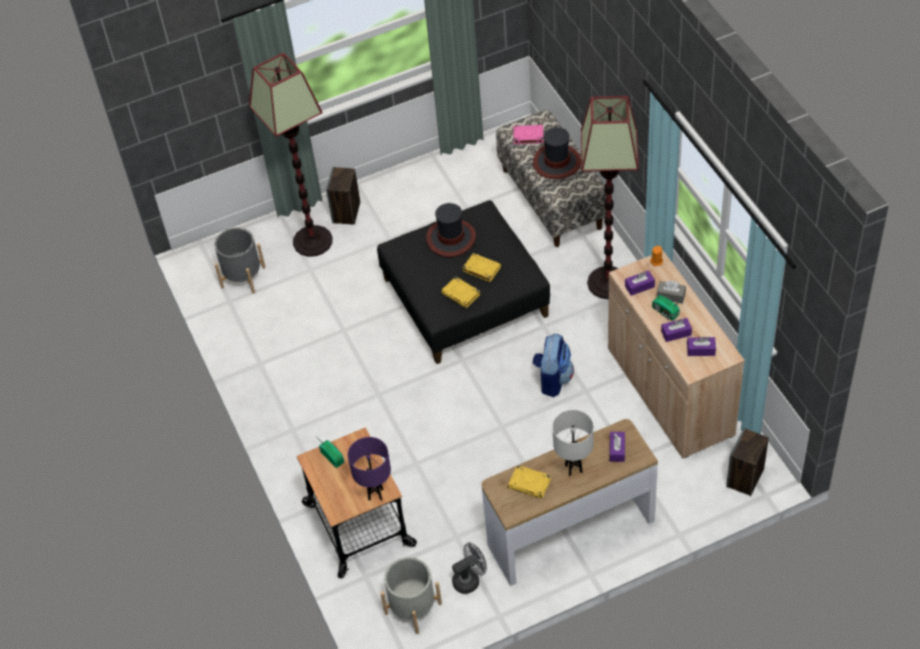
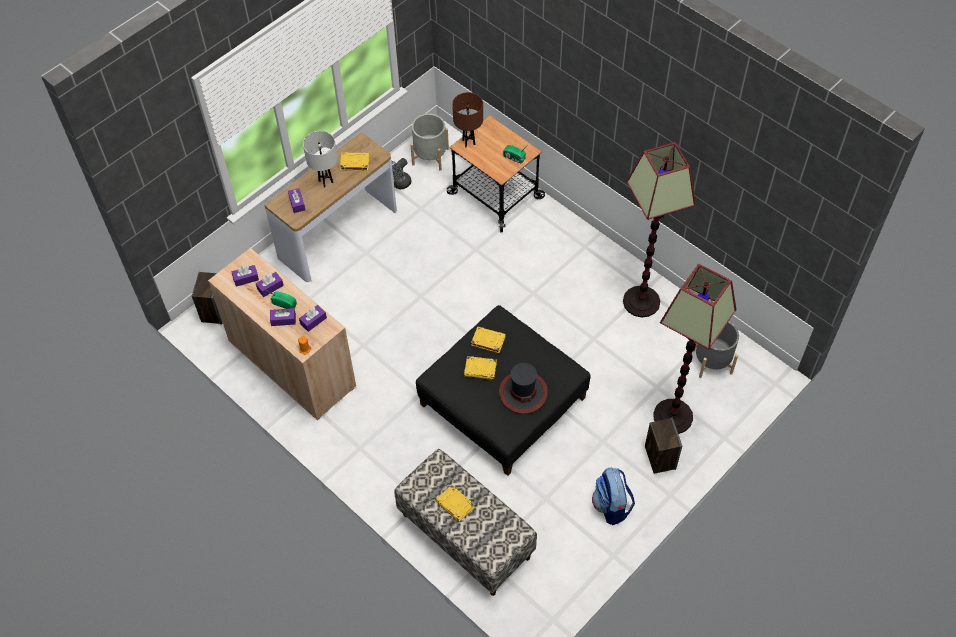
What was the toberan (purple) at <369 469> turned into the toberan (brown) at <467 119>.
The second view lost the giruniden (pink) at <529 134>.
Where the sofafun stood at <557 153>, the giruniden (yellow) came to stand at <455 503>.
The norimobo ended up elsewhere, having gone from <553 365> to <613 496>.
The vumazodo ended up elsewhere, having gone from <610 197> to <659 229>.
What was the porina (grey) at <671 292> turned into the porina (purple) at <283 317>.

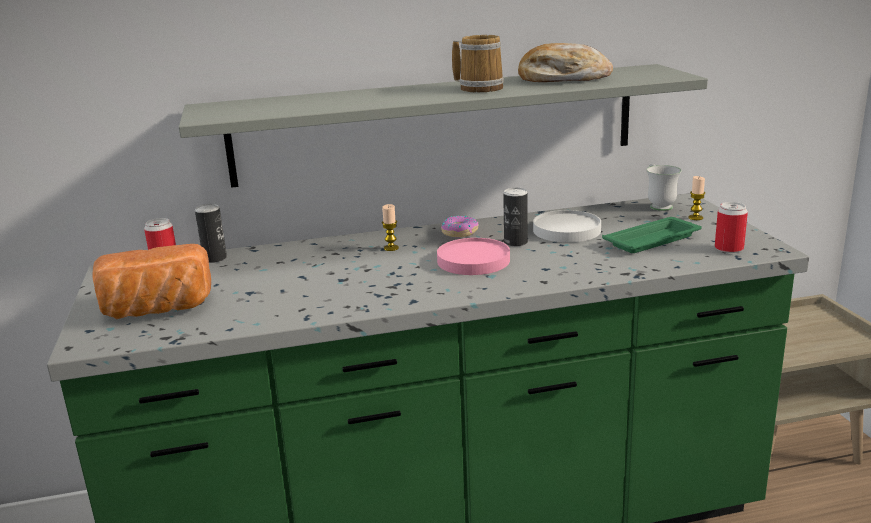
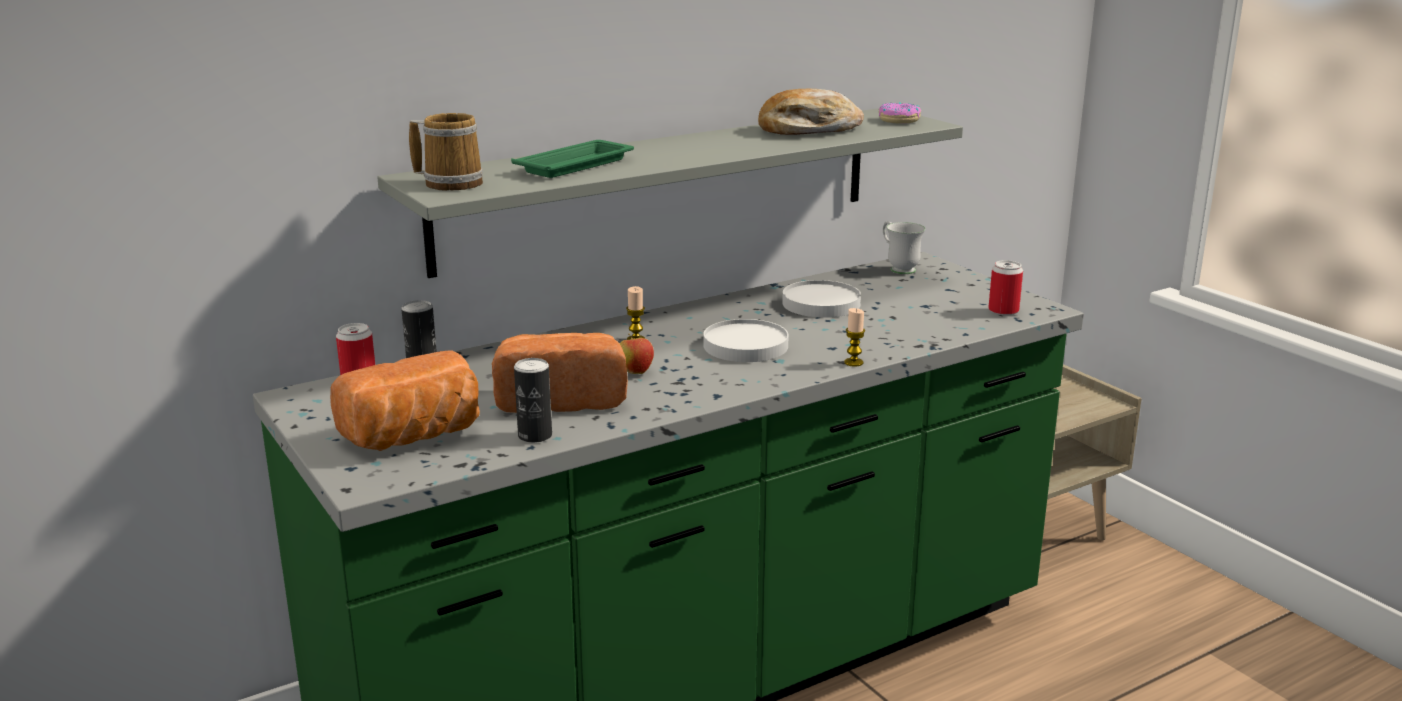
What was the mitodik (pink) at <473 256> turned into the mitodik (white) at <746 340>.
The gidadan ended up elsewhere, having gone from <460 226> to <900 113>.
The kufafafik ended up elsewhere, having gone from <478 63> to <446 152>.
The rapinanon ended up elsewhere, having gone from <515 217> to <533 400>.
The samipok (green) ended up elsewhere, having gone from <652 235> to <572 159>.
The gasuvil ended up elsewhere, having gone from <696 198> to <854 337>.
The second view gained the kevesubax at <560 373>.
The second view gained the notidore at <637 354>.

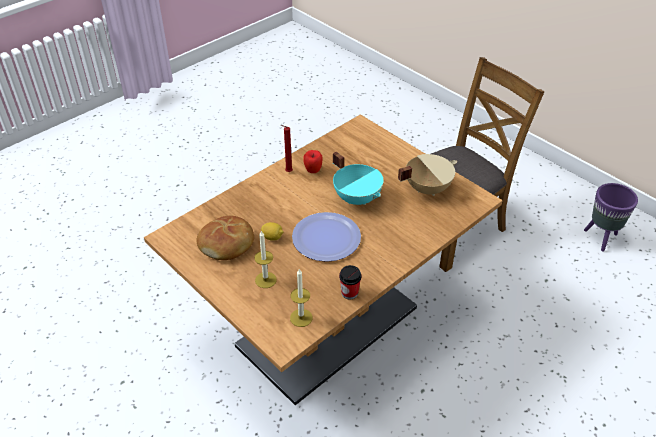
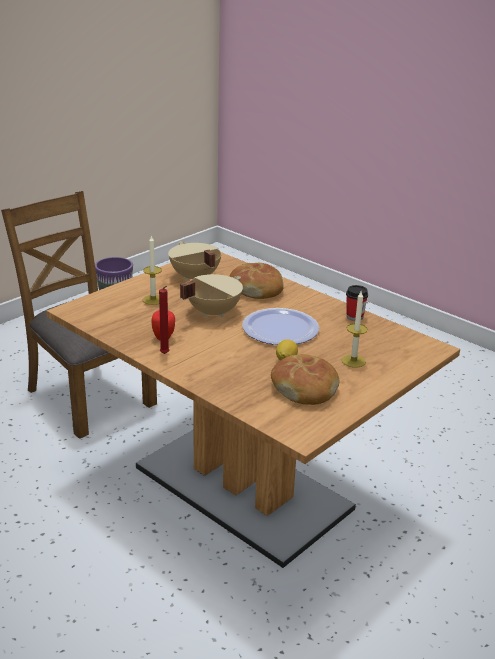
The gasuvil ended up elsewhere, having gone from <301 298> to <152 270>.
What was the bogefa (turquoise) at <358 178> turned into the bogefa (beige) at <211 295>.
The second view gained the kevesubax at <256 281>.

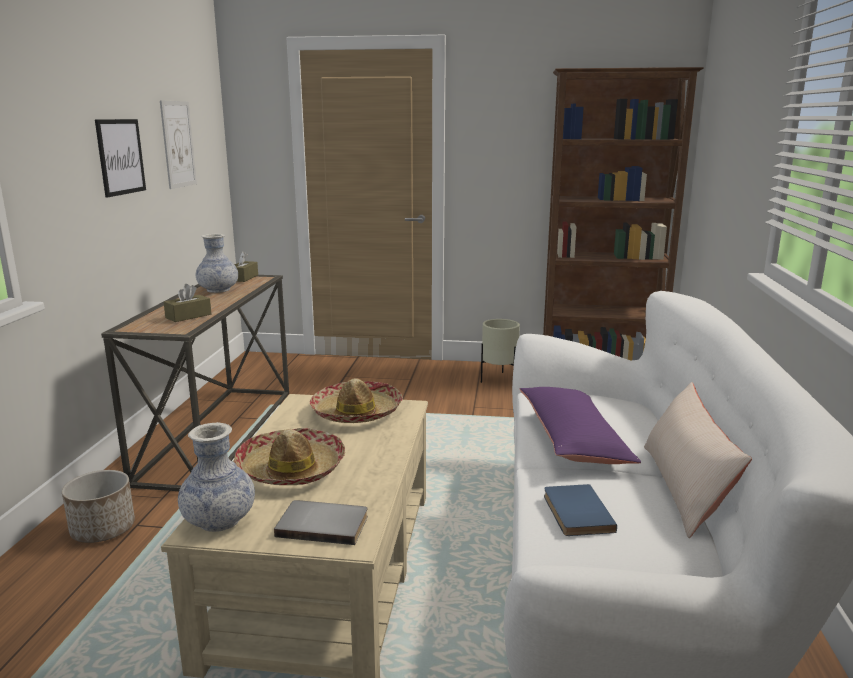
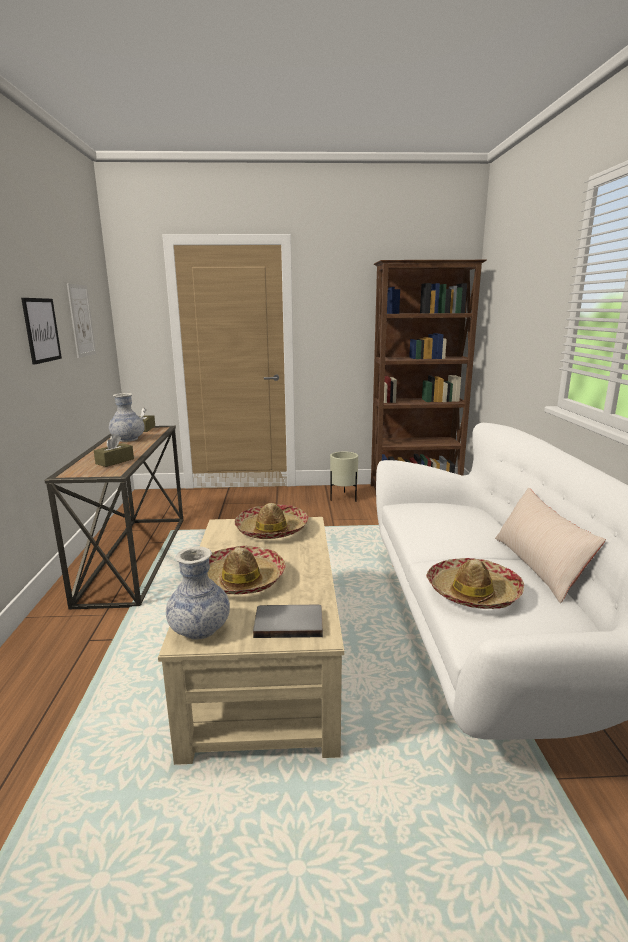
The second view lost the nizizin at <98 506>.
The second view lost the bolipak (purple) at <580 425>.
Where the giruniden (blue) stood at <580 510>, the sofafun came to stand at <475 583>.

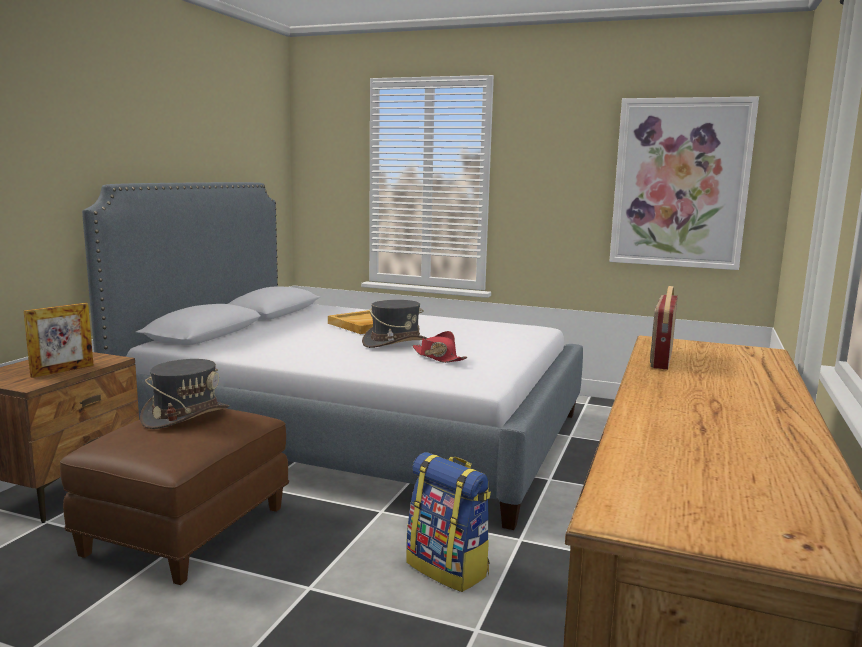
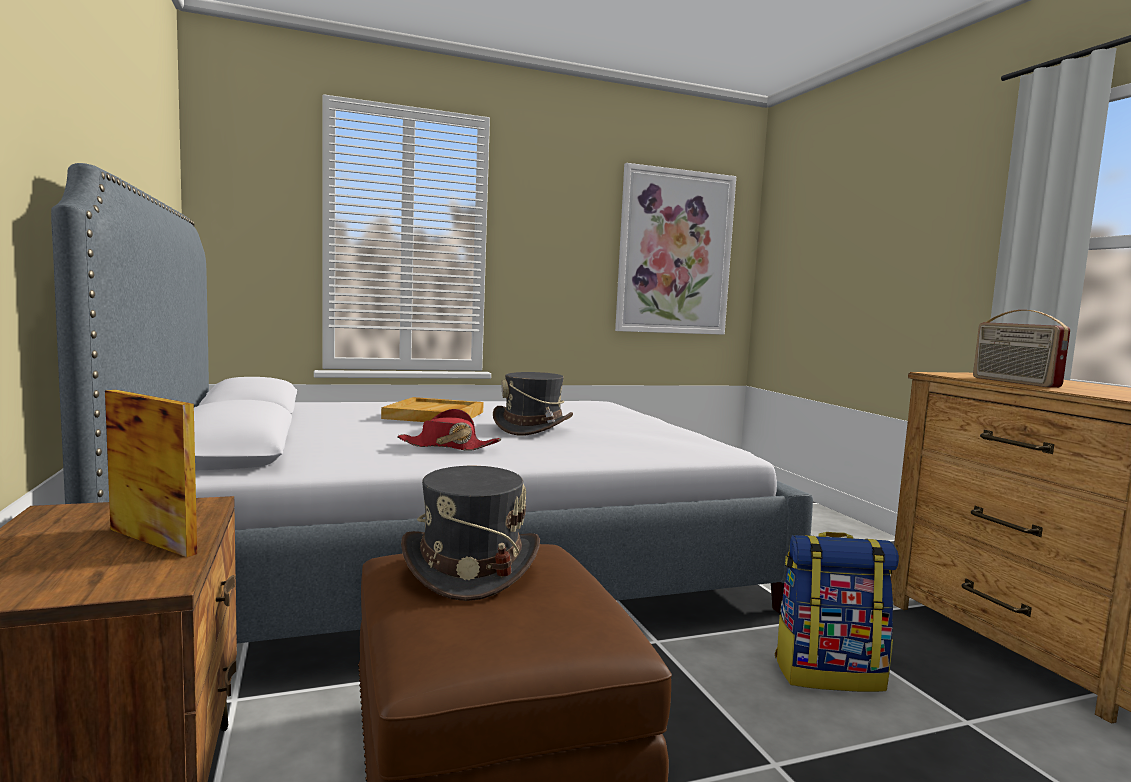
The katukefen at <58 340> ended up facing another way, 60 degrees counterclockwise from before.
The sofafun (red) ended up elsewhere, having gone from <440 347> to <449 429>.

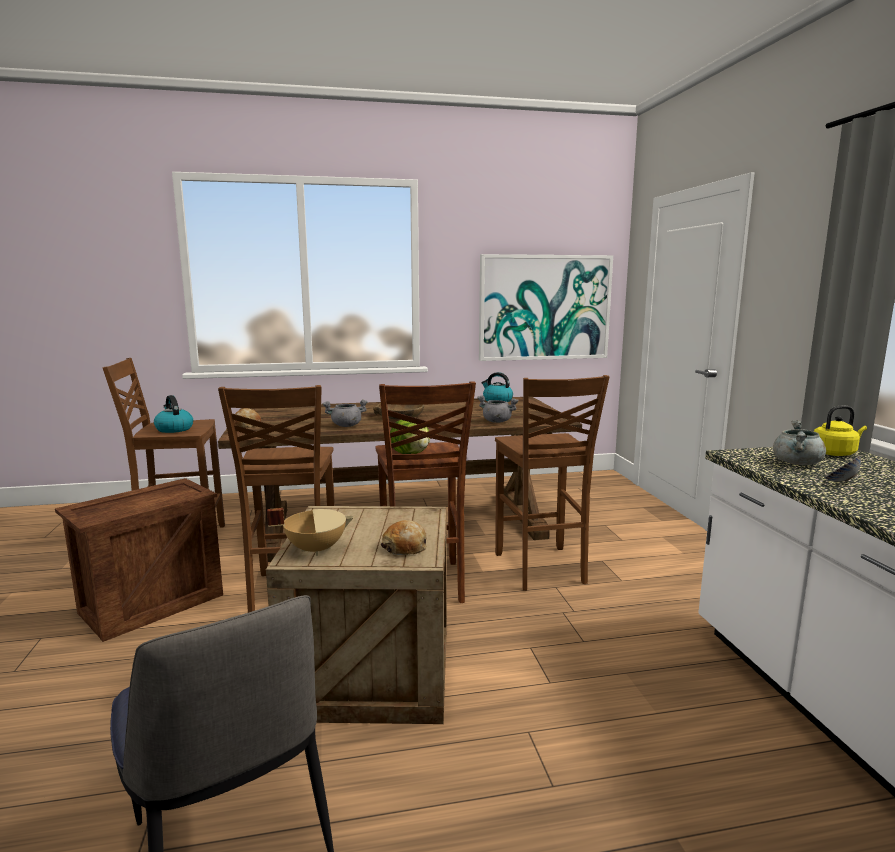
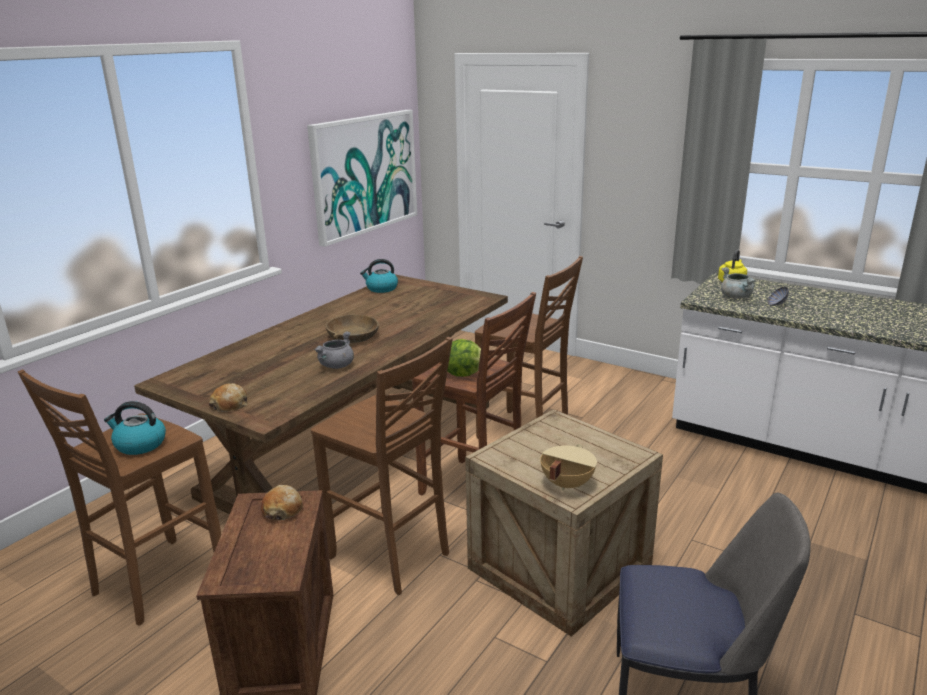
The kevesubax ended up elsewhere, having gone from <404 537> to <282 503>.
The second view lost the bogefa (grey) at <497 409>.

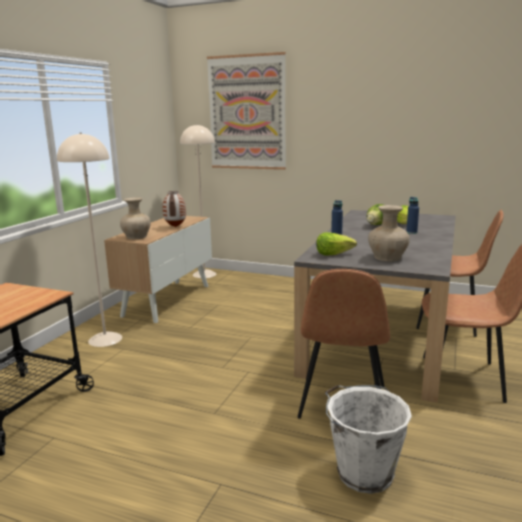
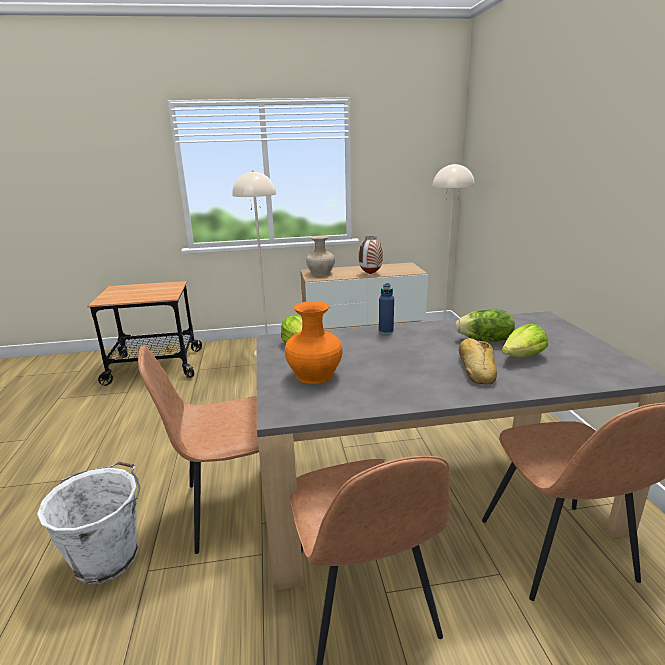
The second view lost the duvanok at <246 111>.
What was the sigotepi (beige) at <389 233> turned into the sigotepi (orange) at <314 342>.
Where the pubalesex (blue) stood at <412 215>, the kevesubax came to stand at <478 361>.

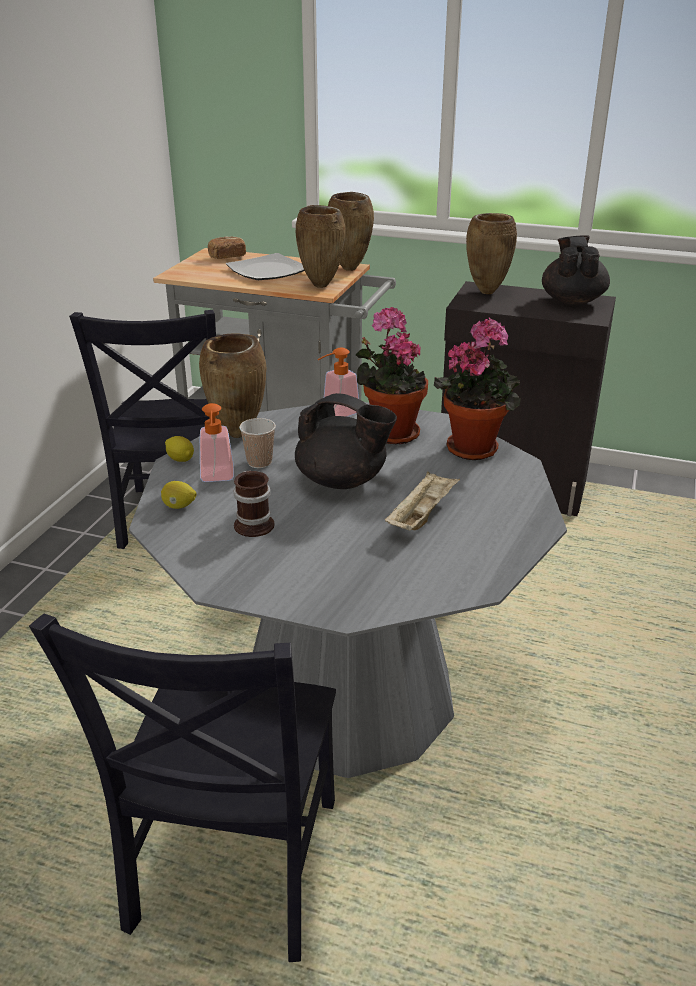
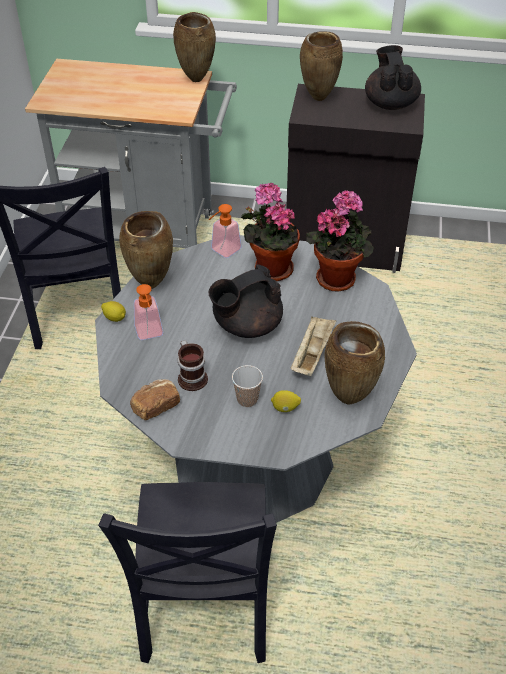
The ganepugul ended up elsewhere, having gone from <179 495> to <286 401>.
The kevesubax ended up elsewhere, having gone from <227 247> to <155 399>.
The second view lost the mitodik at <265 266>.
The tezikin ended up elsewhere, having gone from <257 443> to <247 386>.
The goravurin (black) at <346 441> ended up facing another way, 135 degrees clockwise from before.
The sigotepi (brown) ended up elsewhere, having gone from <321 246> to <355 363>.

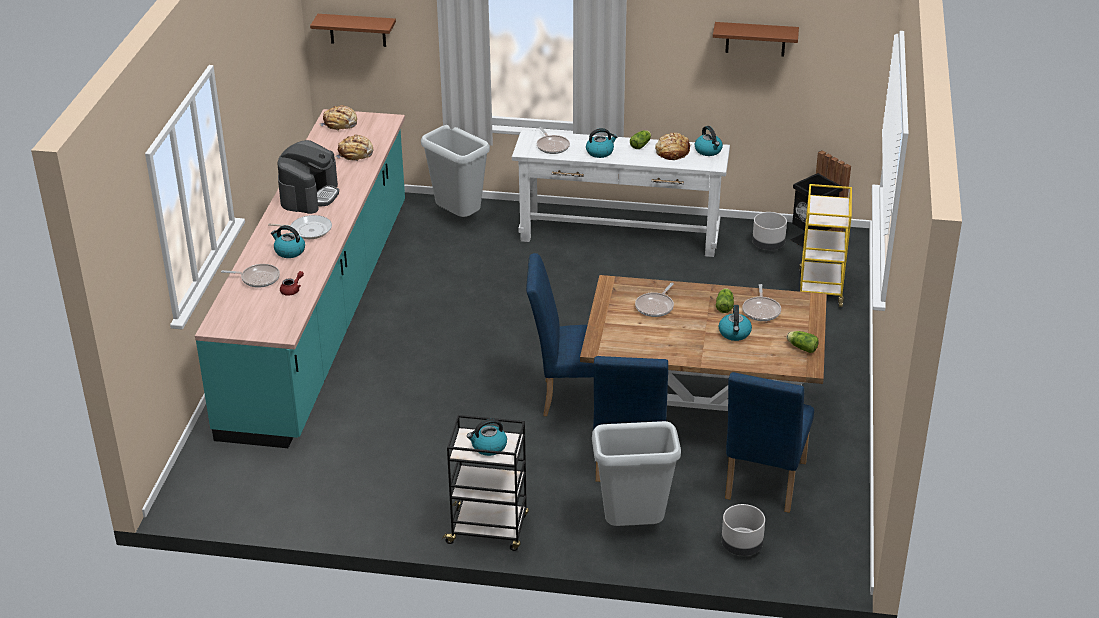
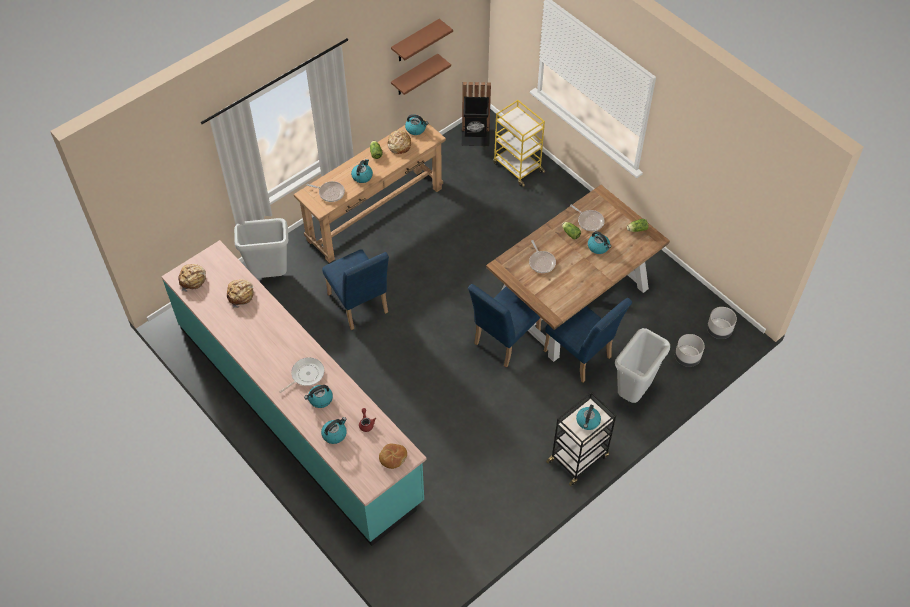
Where the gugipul stood at <250 276>, the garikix came to stand at <334 430>.
The second view lost the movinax at <308 177>.
The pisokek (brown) ended up elsewhere, having gone from <353 30> to <421 74>.
What was the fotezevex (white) at <621 193> turned into the fotezevex (brown) at <370 189>.
The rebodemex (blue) ended up elsewhere, having gone from <769 442> to <355 290>.
The nizizin (grey) ended up elsewhere, having gone from <769 231> to <722 323>.
The second view gained the kevesubax at <393 456>.

